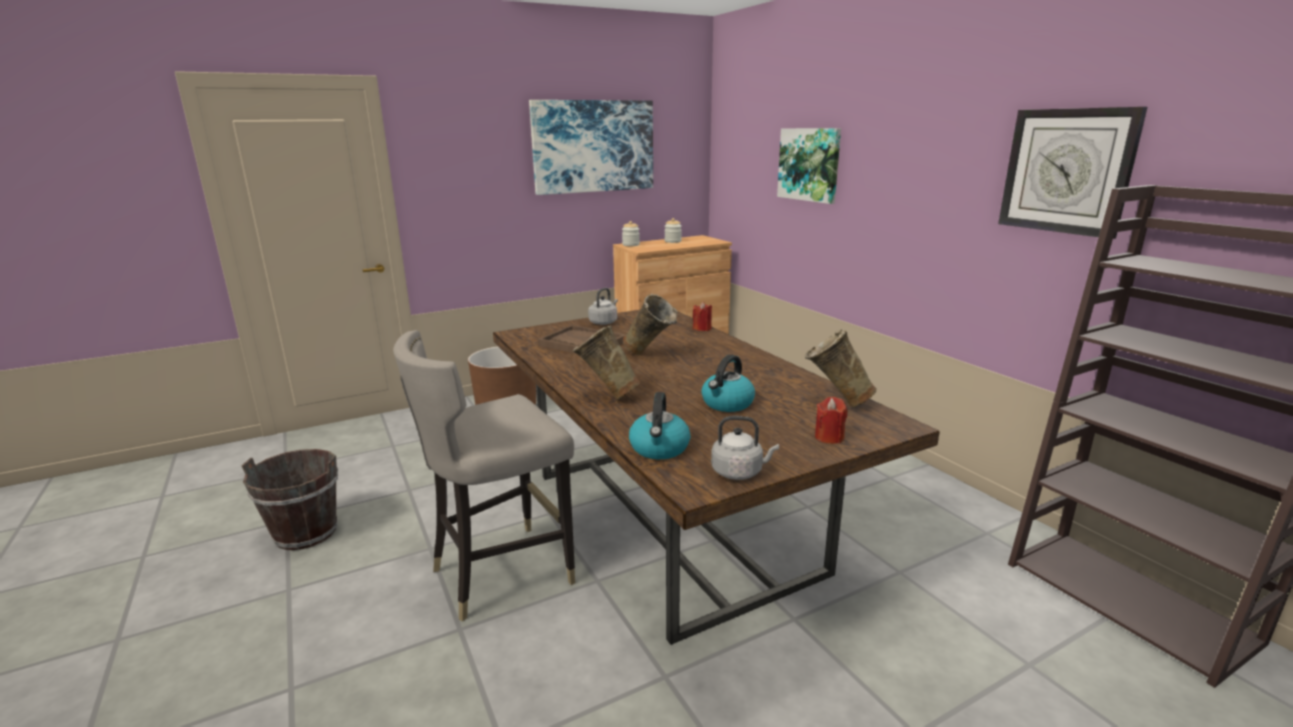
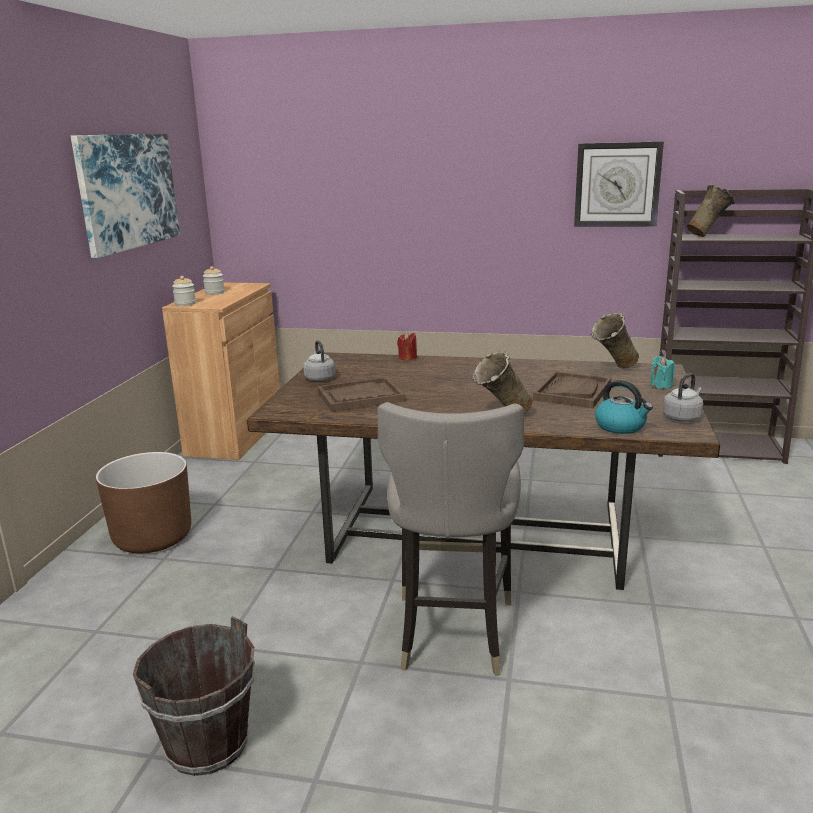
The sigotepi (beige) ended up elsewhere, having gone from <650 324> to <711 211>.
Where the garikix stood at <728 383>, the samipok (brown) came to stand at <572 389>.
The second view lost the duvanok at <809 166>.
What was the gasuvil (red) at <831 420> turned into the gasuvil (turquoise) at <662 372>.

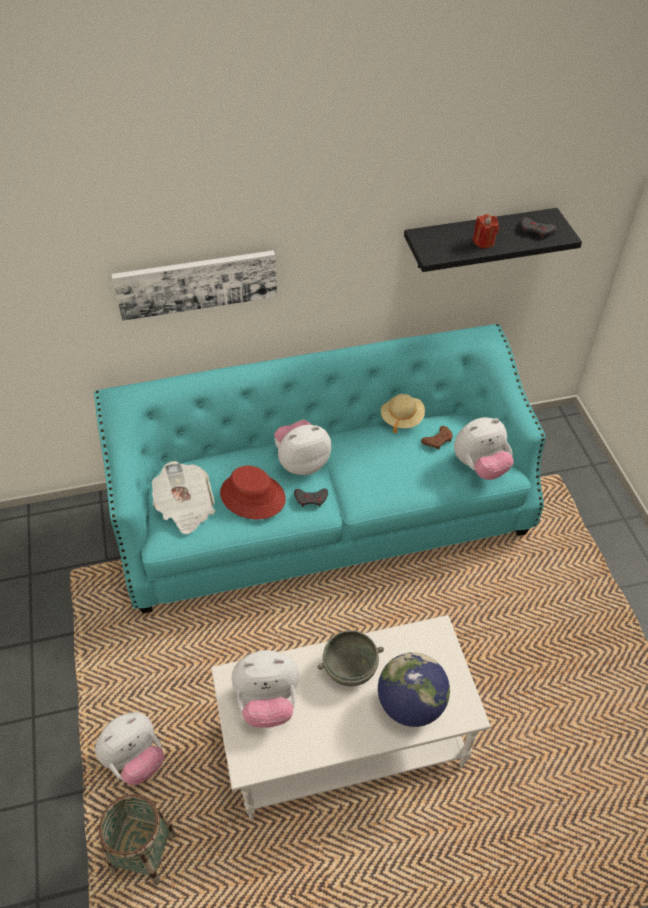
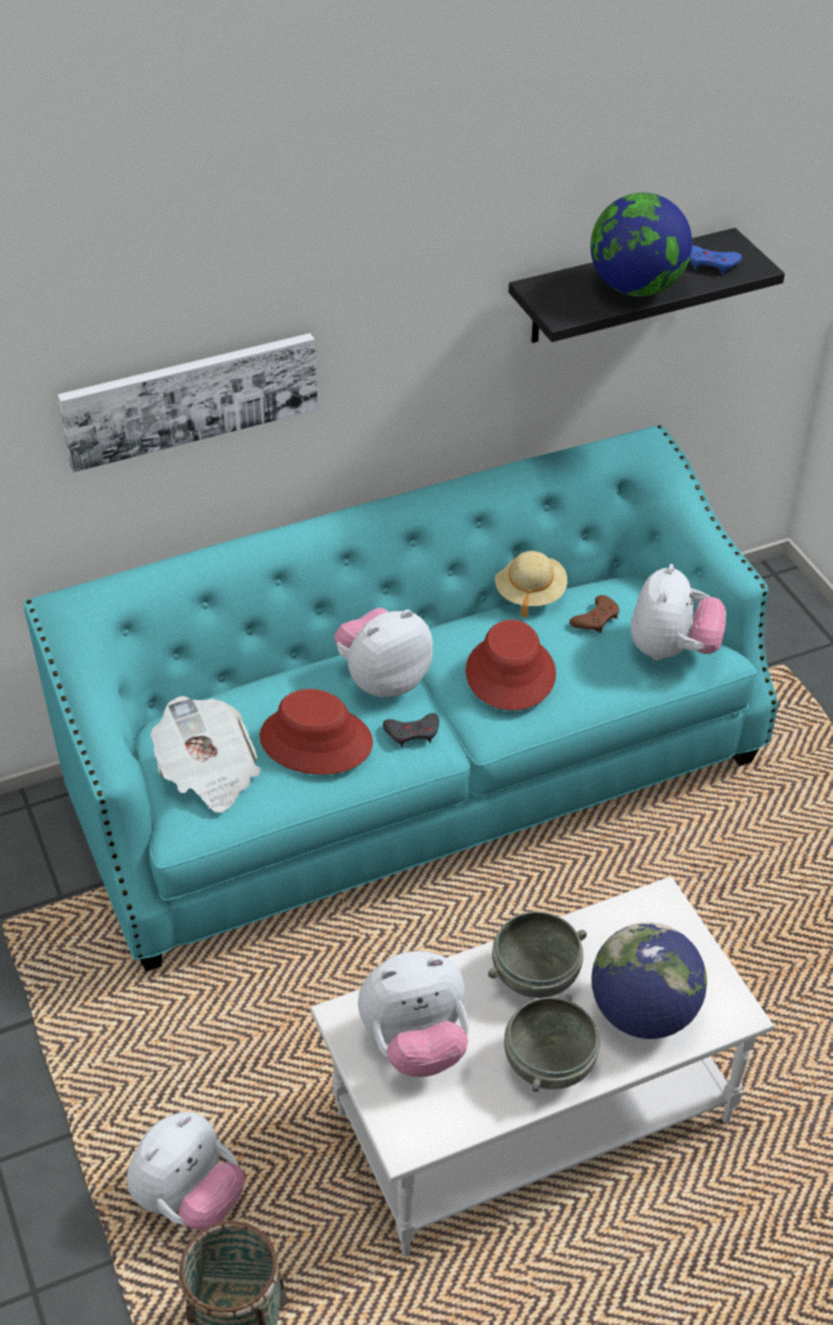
The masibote at <484 448> ended up facing another way, 45 degrees counterclockwise from before.
Where the gasuvil (red) stood at <486 231>, the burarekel came to stand at <641 244>.
What was the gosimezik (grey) at <538 227> turned into the gosimezik (blue) at <715 259>.
The second view gained the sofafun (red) at <511 665>.
The second view gained the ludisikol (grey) at <552 1043>.

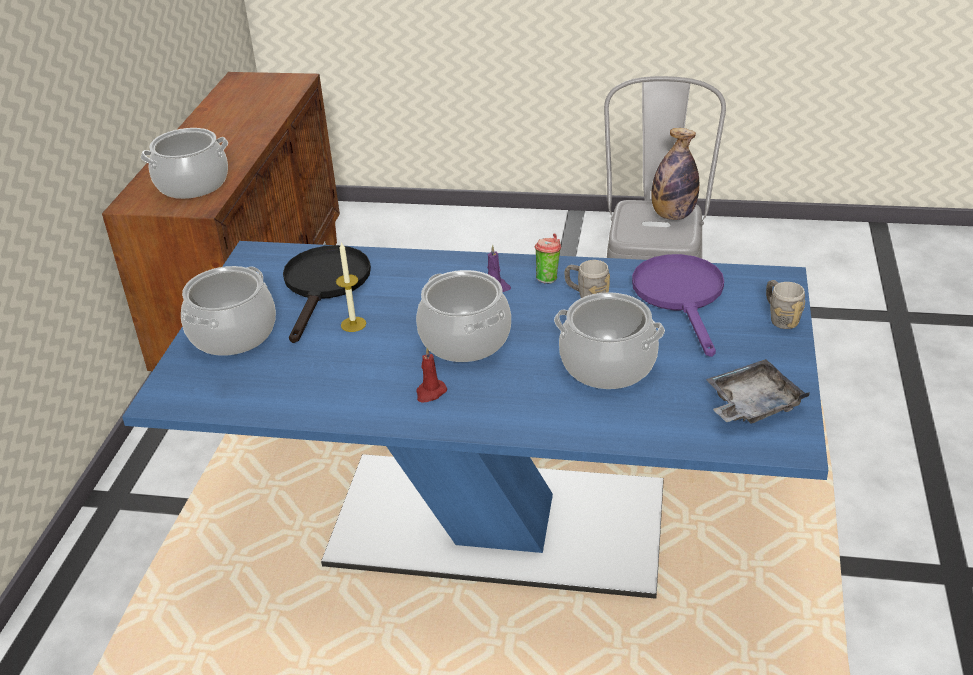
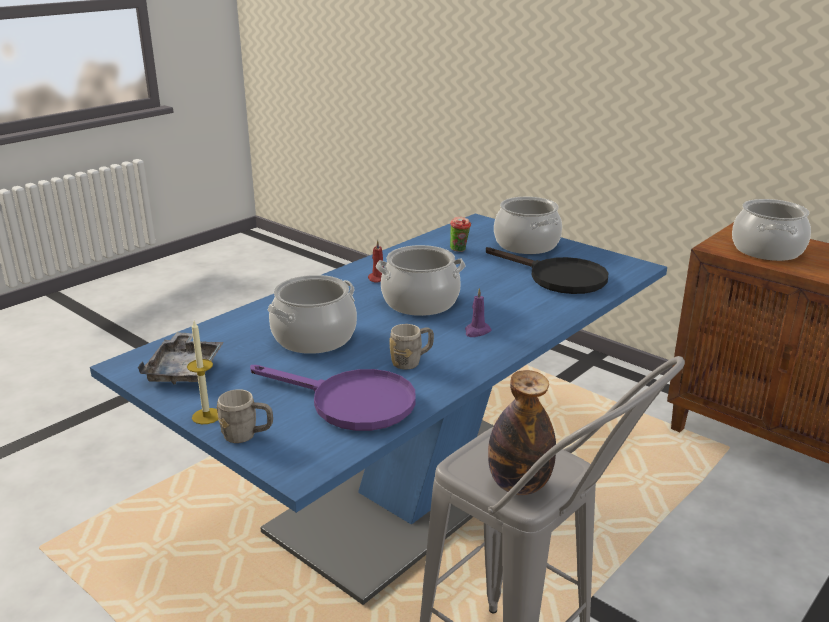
The gasuvil ended up elsewhere, having gone from <351 287> to <202 372>.
The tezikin ended up elsewhere, having gone from <548 259> to <460 234>.

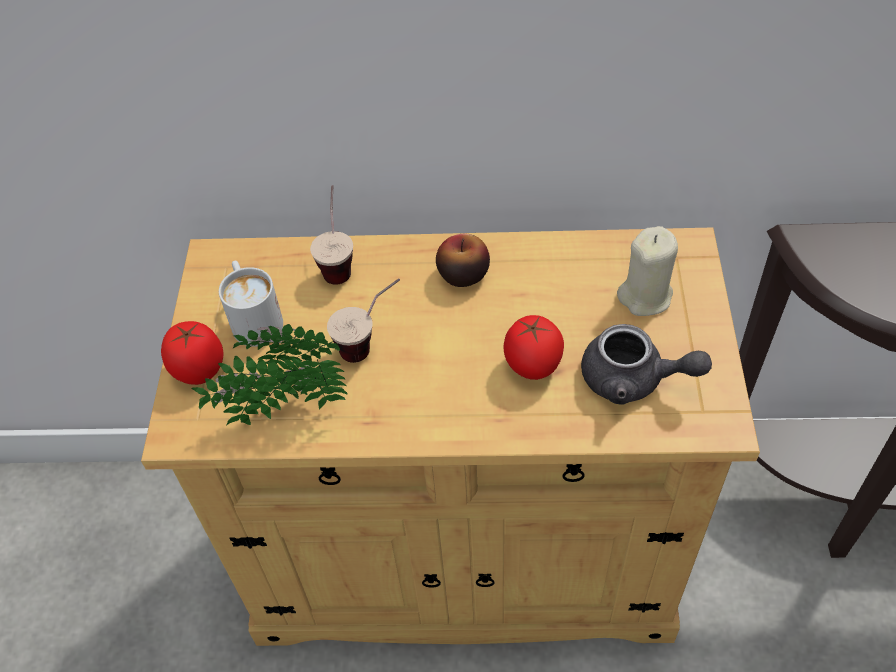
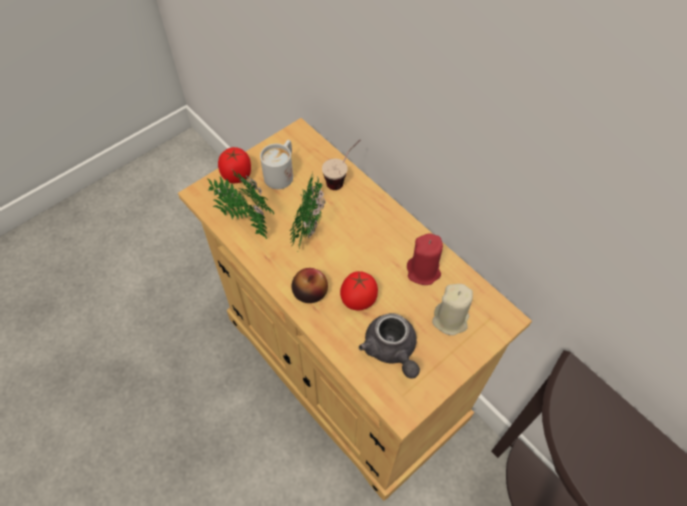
Where the tezikin stood at <363 320>, the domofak came to stand at <307 211>.
The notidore ended up elsewhere, having gone from <463 260> to <309 285>.
The second view gained the gasuvil (red) at <425 259>.

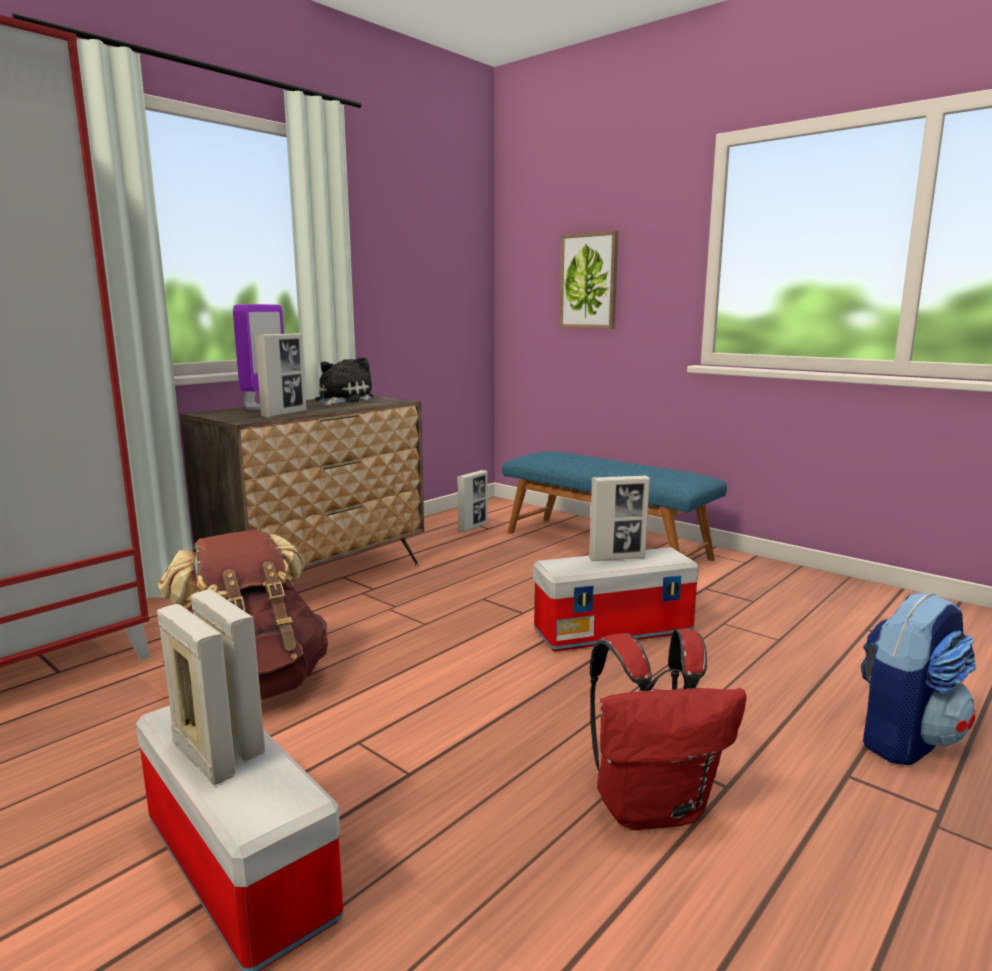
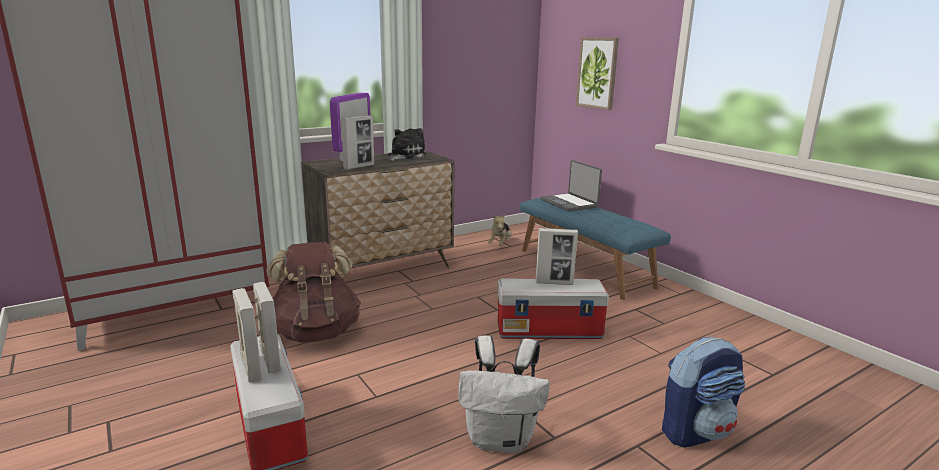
Where the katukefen stood at <472 501>, the masibote came to stand at <500 230>.
What was the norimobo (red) at <668 729> turned into the norimobo (white) at <504 394>.
The second view gained the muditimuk at <571 186>.

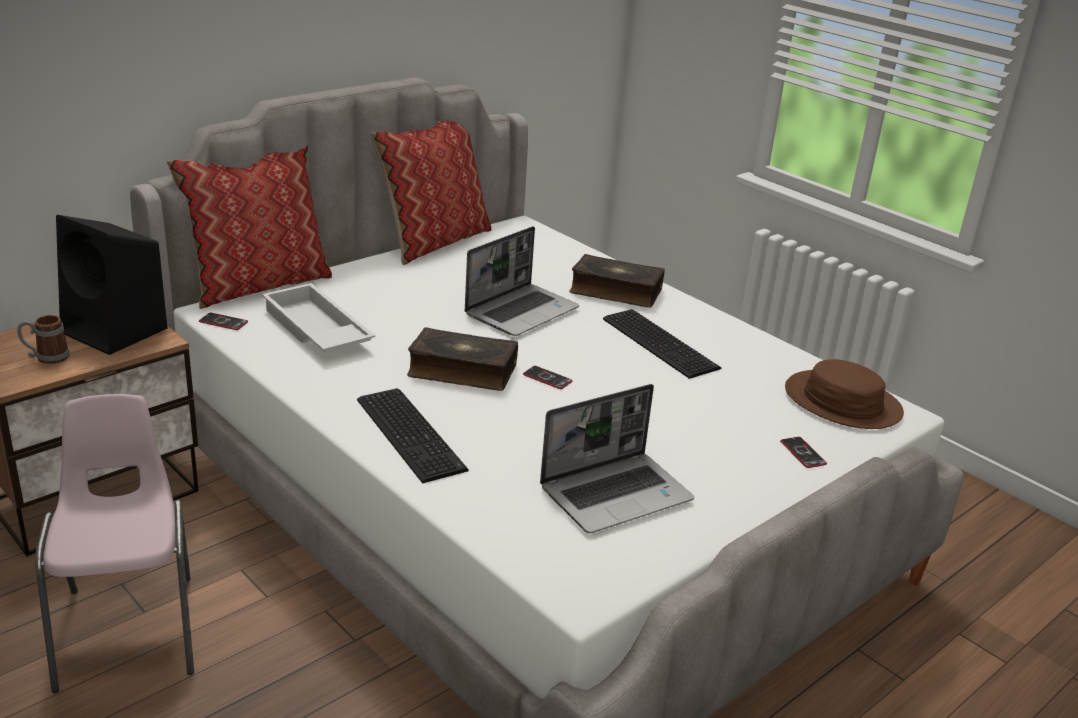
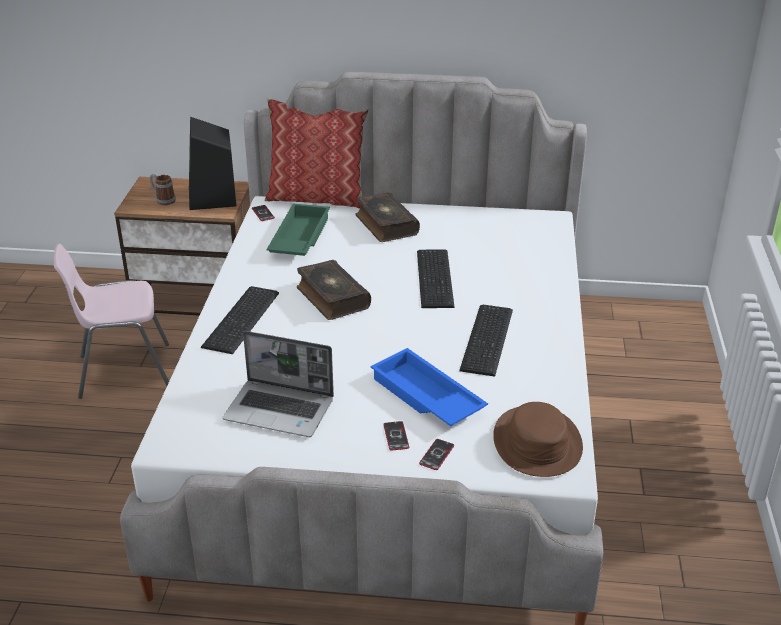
The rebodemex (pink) at <114 543> ended up facing another way, 135 degrees counterclockwise from before.
What was the samipok (white) at <318 317> turned into the samipok (green) at <298 230>.
The second view lost the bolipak at <431 193>.
Where the muditimuk stood at <522 281>, the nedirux came to stand at <435 278>.
The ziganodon ended up elsewhere, having gone from <548 377> to <396 436>.
The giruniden ended up elsewhere, having gone from <617 281> to <387 217>.
The second view gained the samipok (blue) at <429 387>.

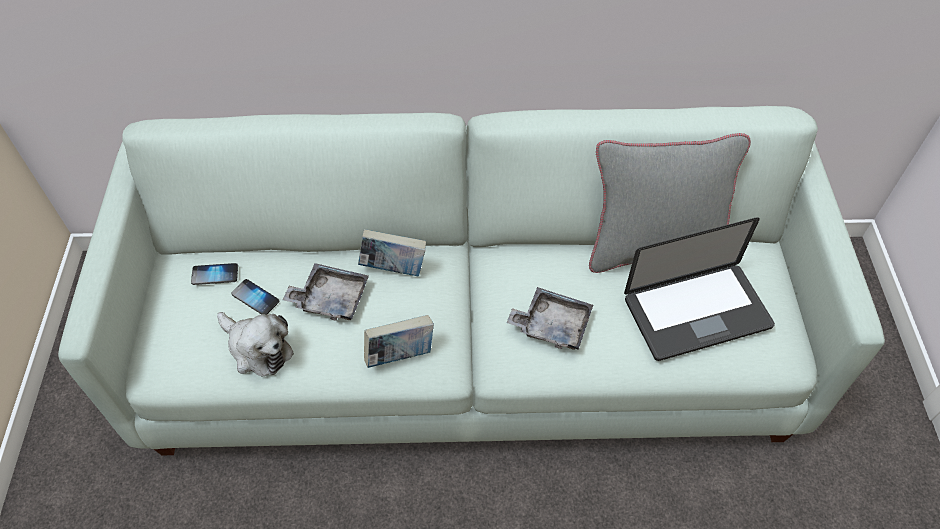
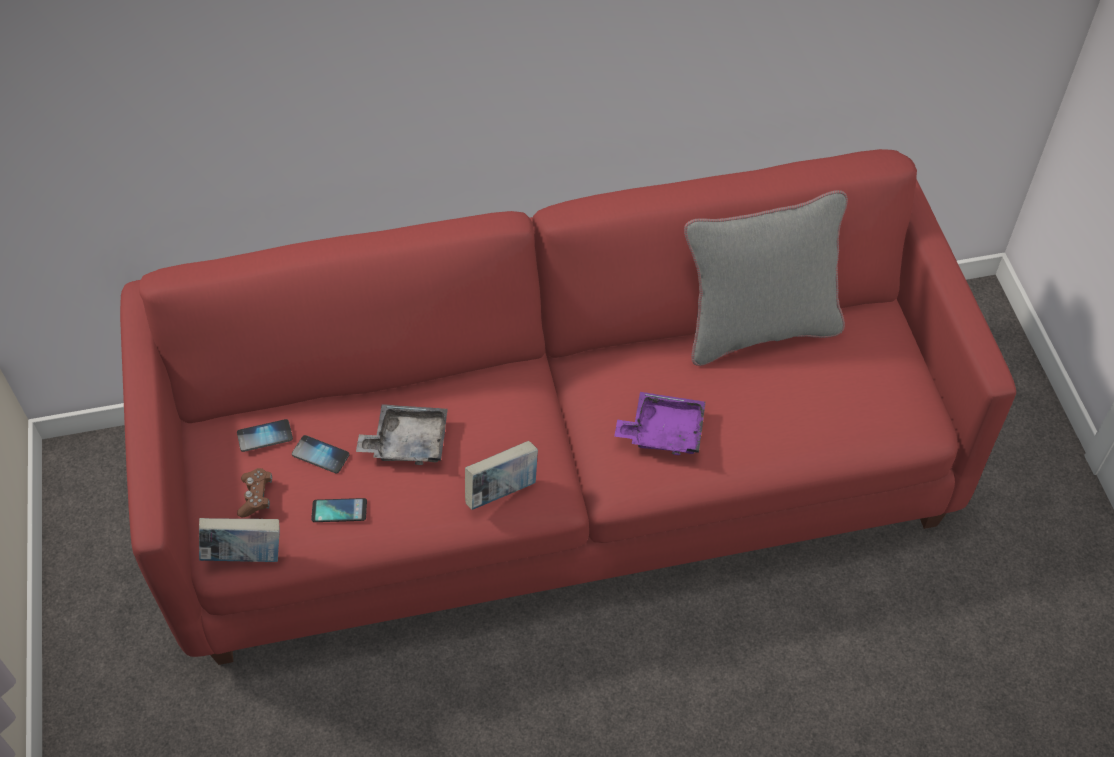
What was the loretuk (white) at <471 280> turned into the loretuk (red) at <568 407>.
Where the masibote stood at <255 344>, the ziganodon came to stand at <339 510>.
The giruniden ended up elsewhere, having gone from <392 252> to <239 540>.
What was the samipok (grey) at <549 318> turned into the samipok (purple) at <659 423>.
The second view lost the muditimuk at <699 289>.
The second view gained the gosimezik (brown) at <254 492>.

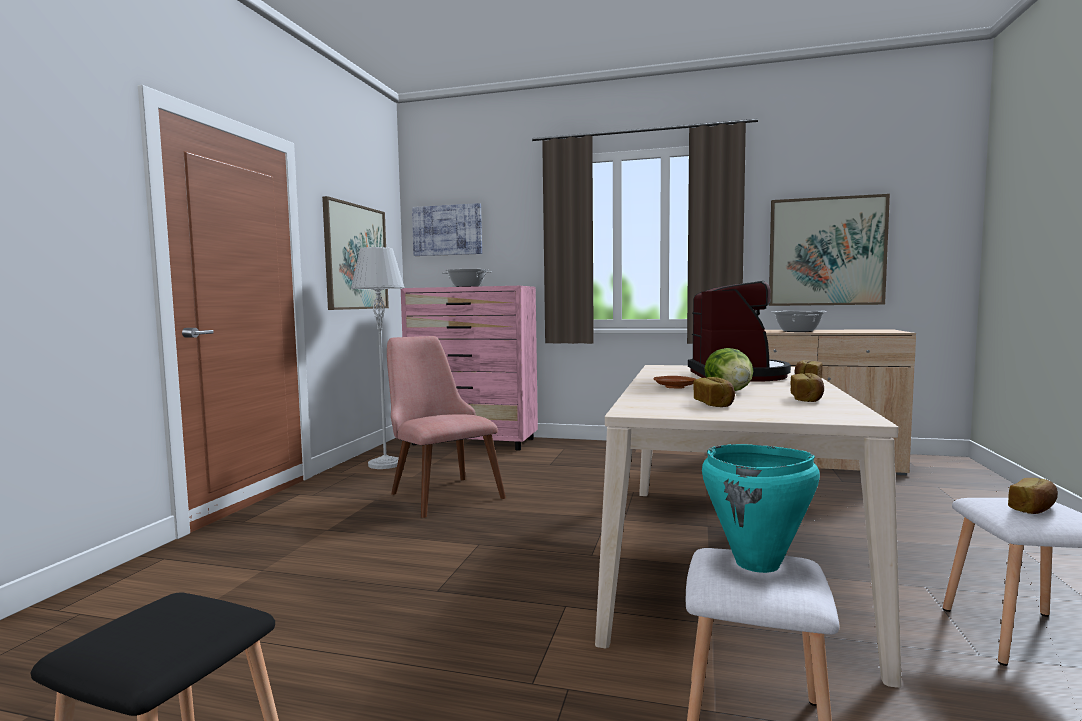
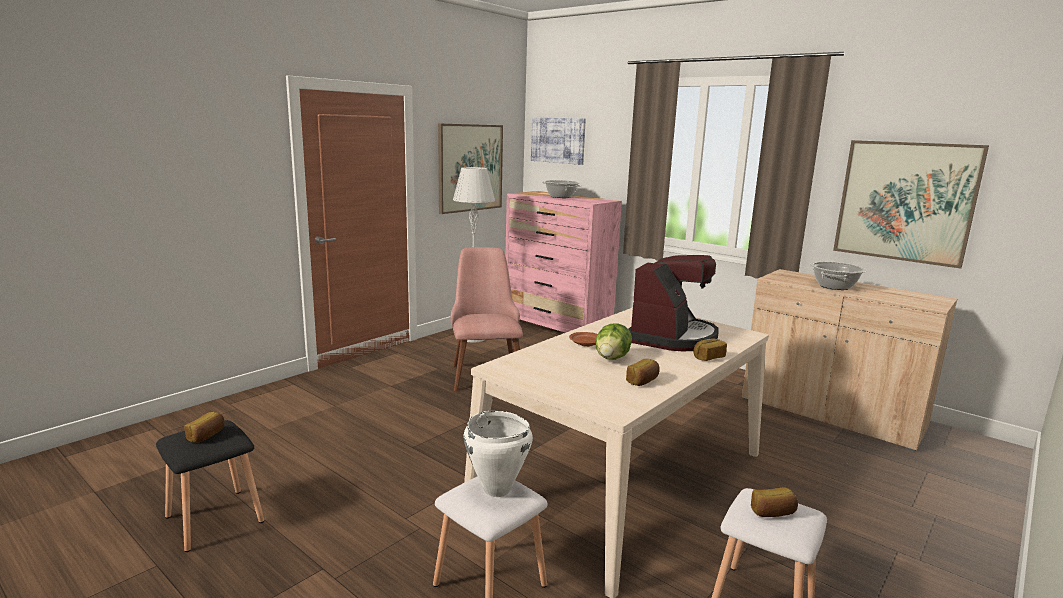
The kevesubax ended up elsewhere, having gone from <714 392> to <204 427>.
What was the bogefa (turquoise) at <761 508> turned into the bogefa (white) at <498 454>.

